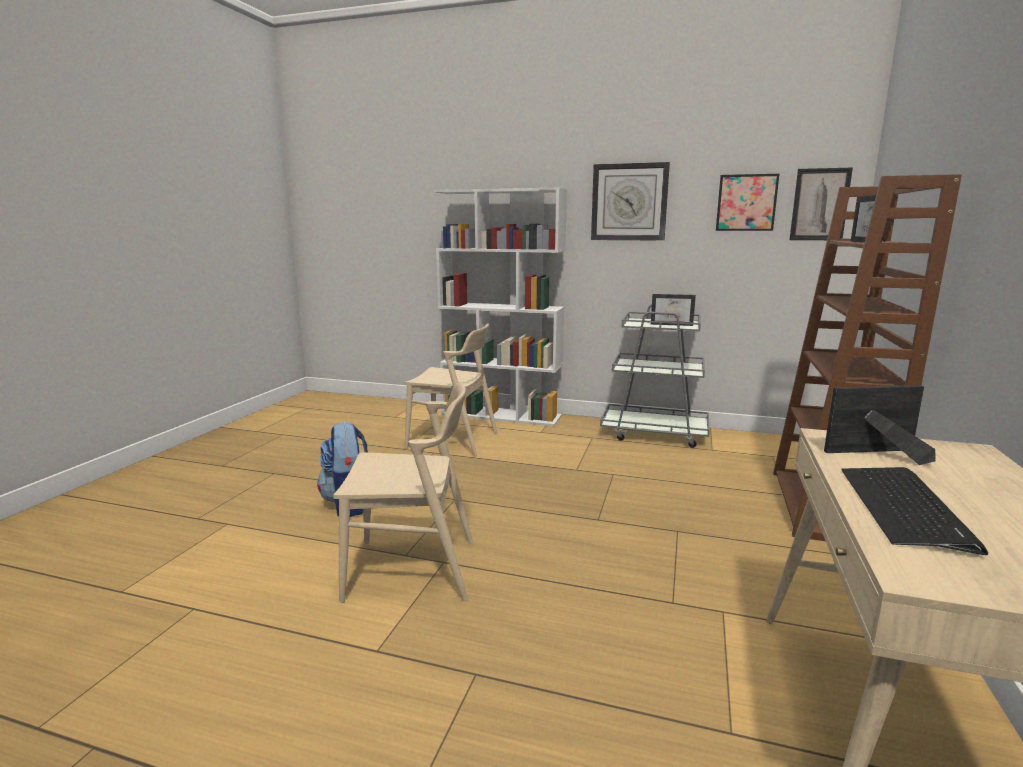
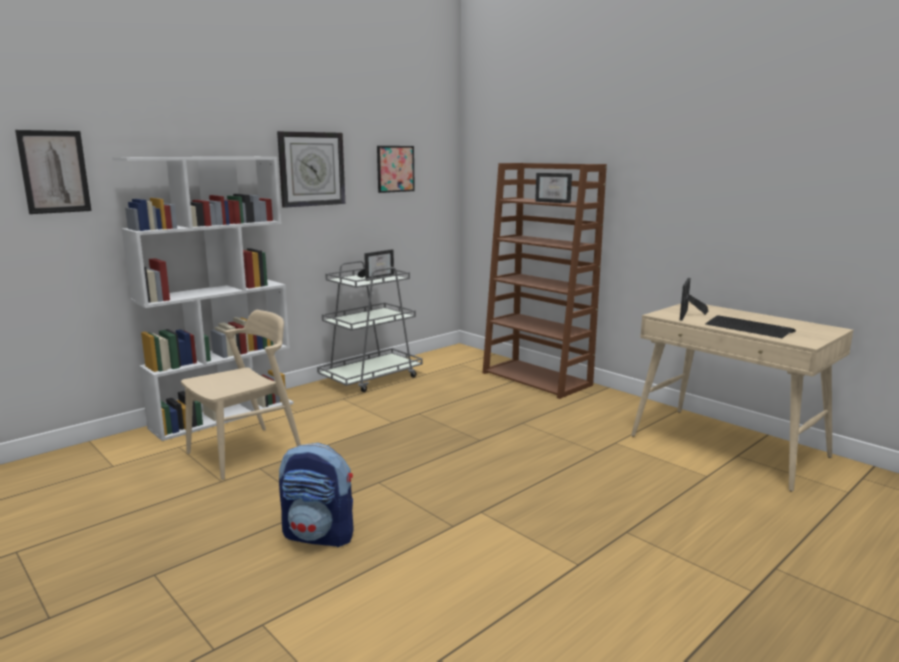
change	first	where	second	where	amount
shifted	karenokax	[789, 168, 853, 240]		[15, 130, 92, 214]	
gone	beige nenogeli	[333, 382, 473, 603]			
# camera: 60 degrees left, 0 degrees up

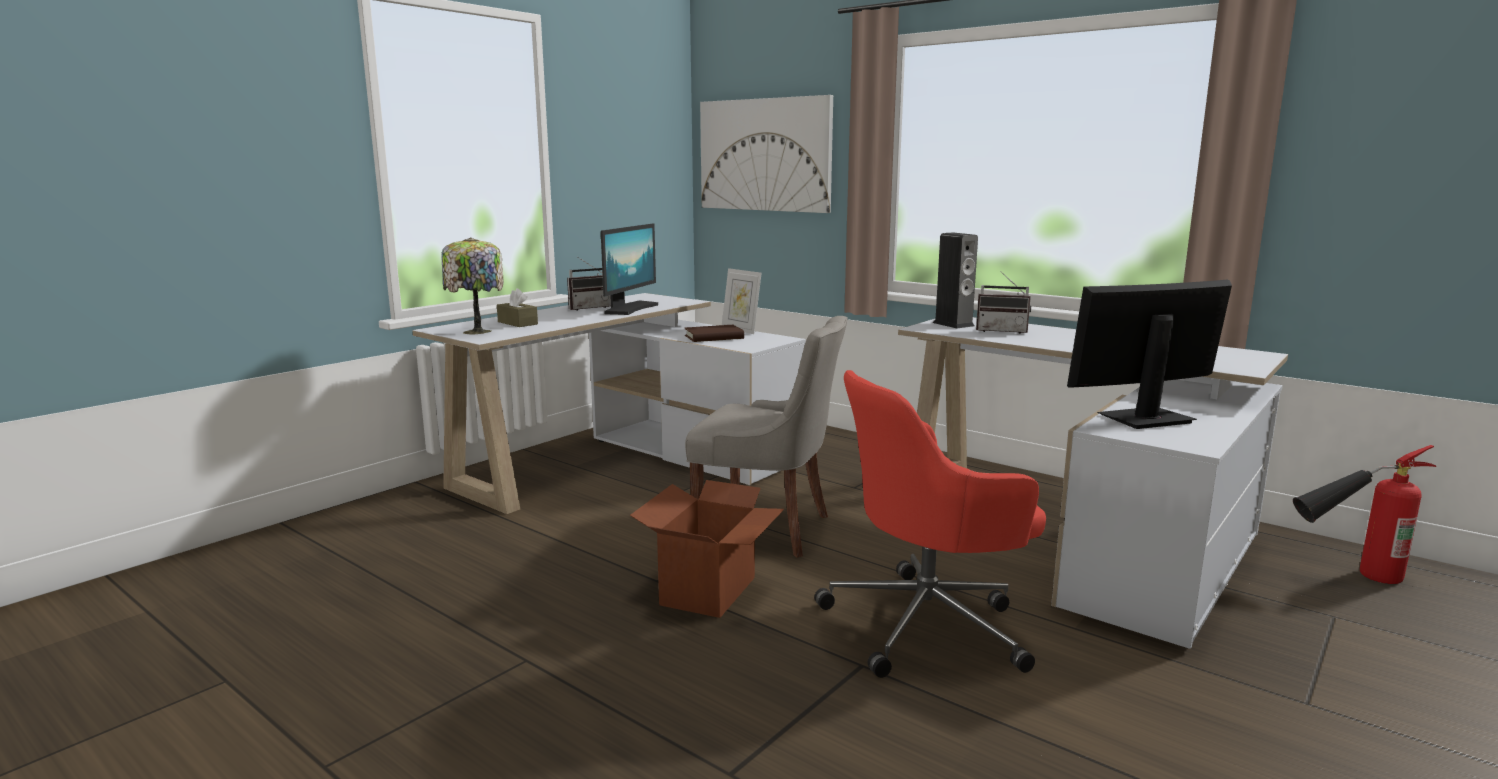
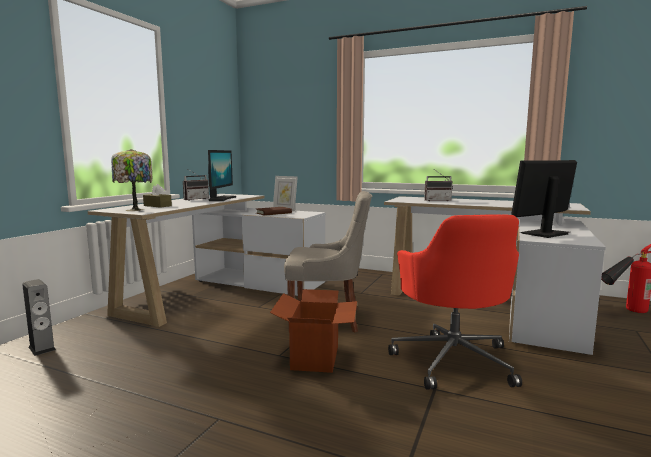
change	first	where	second	where	amount
shifted	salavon	[933, 233, 978, 328]		[22, 279, 56, 356]	
rotated	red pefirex	[814, 370, 1046, 678]		[388, 215, 522, 390]	60 degrees counterclockwise
gone	karenokax	[700, 95, 833, 213]			
# camera: 15 degrees left, 5 degrees down

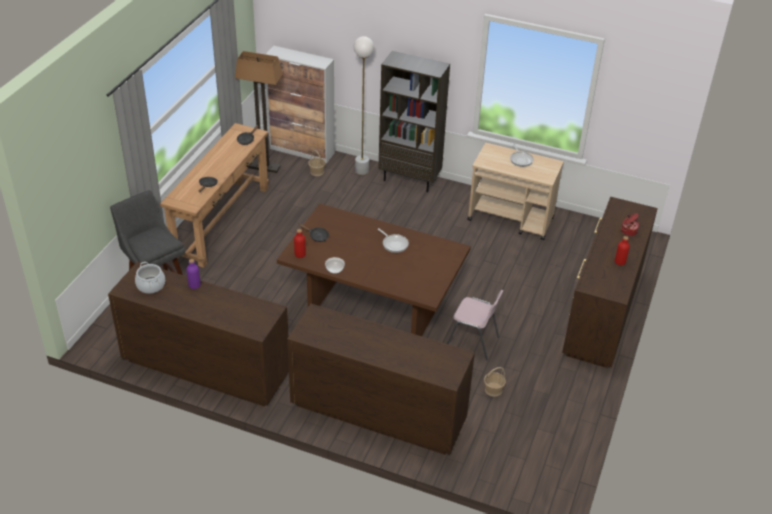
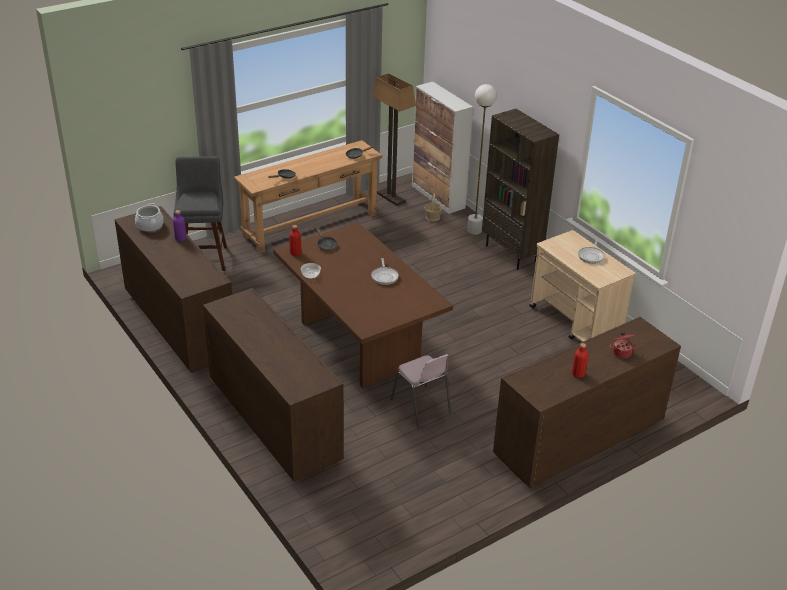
change	first	where	second	where	amount
gone	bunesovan	[484, 367, 506, 397]			
# camera: 35 degrees right, 5 degrees down

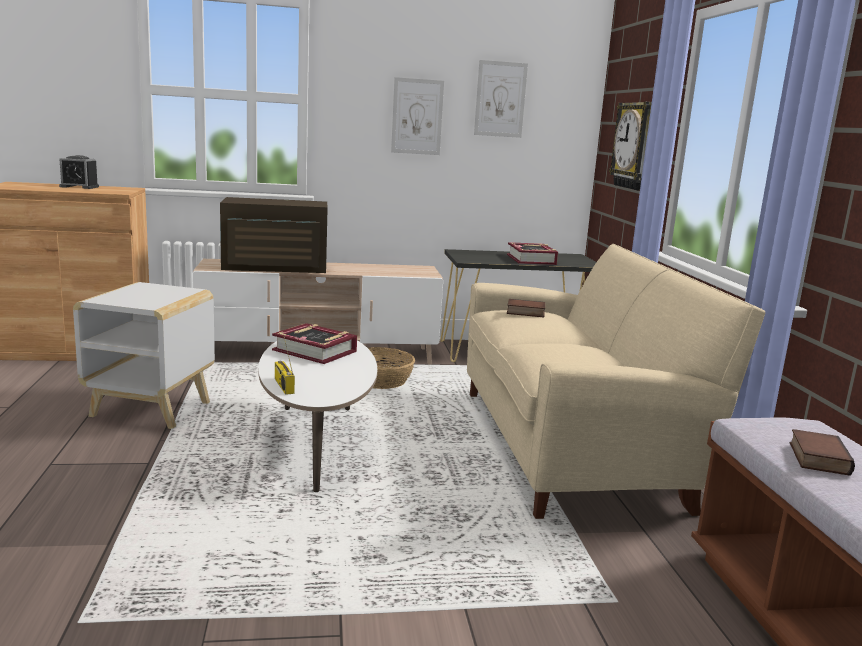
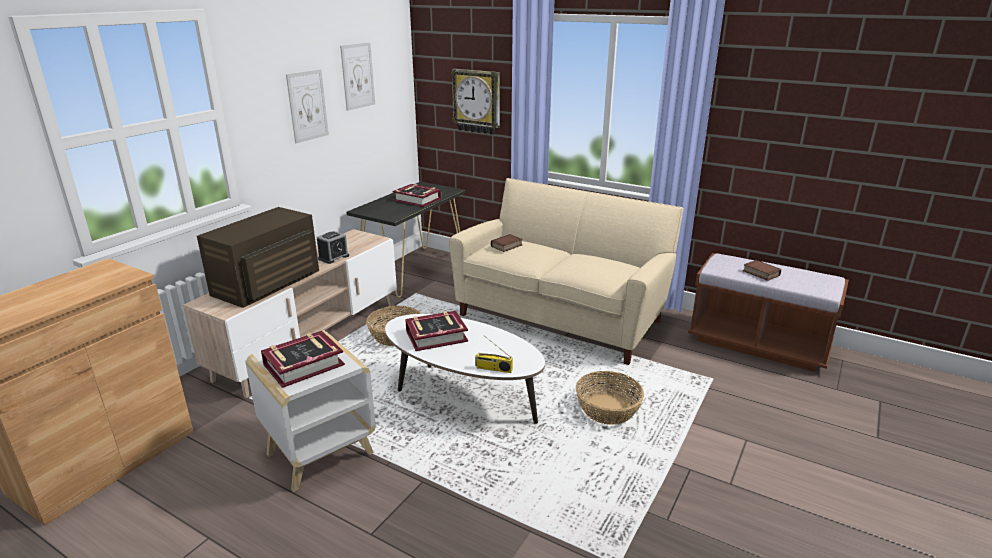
change	first	where	second	where	amount
new			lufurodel	[261, 331, 345, 388]	
shifted	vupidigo	[59, 155, 99, 189]		[317, 231, 349, 264]	
new			bunesovan	[576, 371, 644, 425]	
# camera: 50 degrees left, 10 degrees up

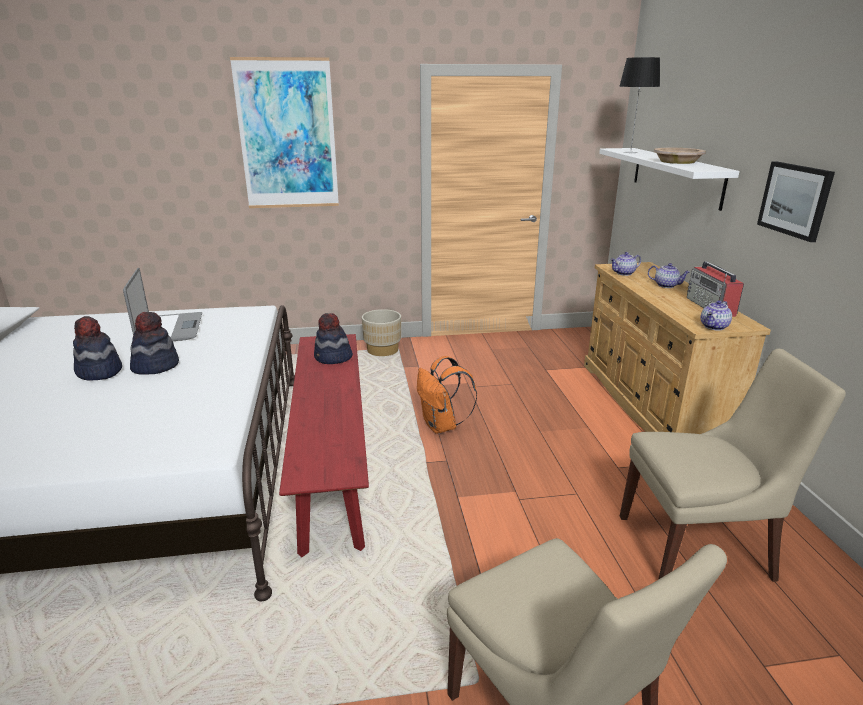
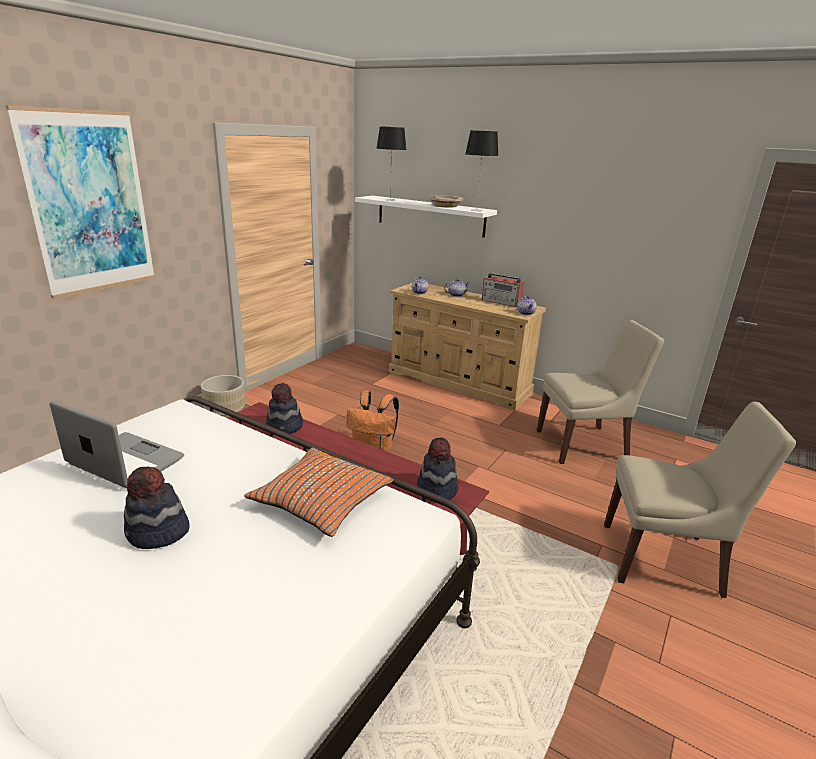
change	first	where	second	where	amount
new			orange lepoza	[244, 448, 393, 537]	
shifted	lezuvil	[130, 312, 179, 375]		[417, 438, 458, 501]	
new			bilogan	[465, 130, 498, 211]	
rotated	beige nenogeli	[620, 349, 846, 582]		[536, 320, 664, 464]	45 degrees clockwise
gone	karenokax	[757, 161, 835, 242]			
# camera: 50 degrees left, 0 degrees up

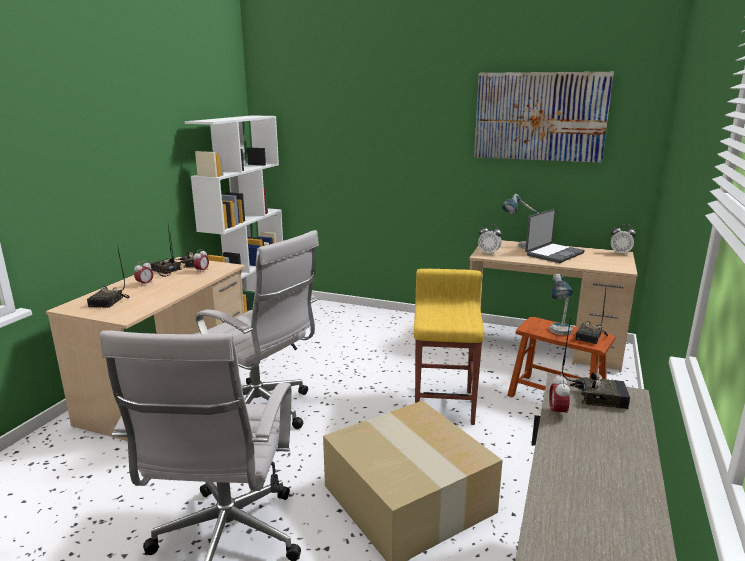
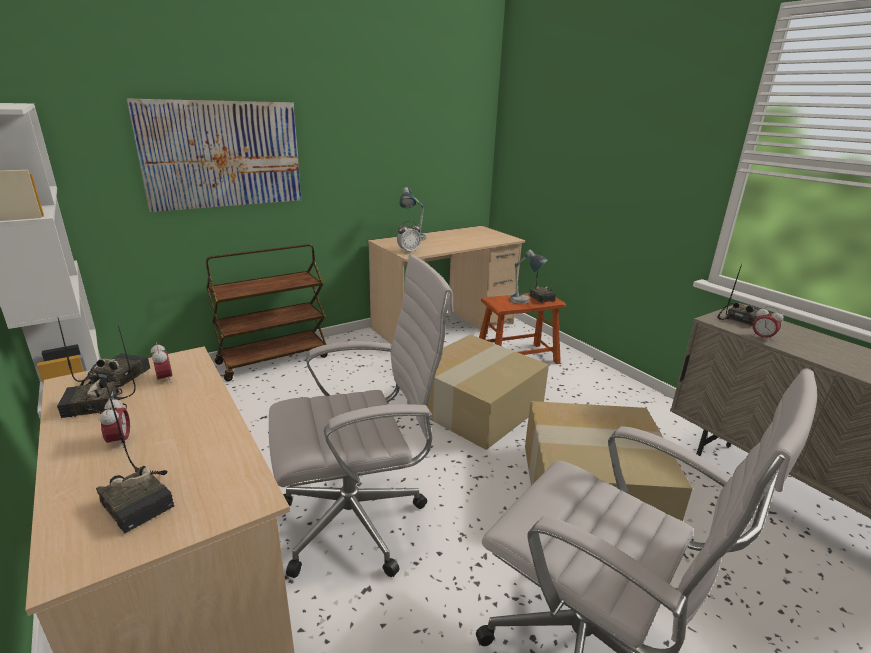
change	first	where	second	where	amount
shifted	karenokax	[474, 72, 614, 163]		[127, 99, 301, 212]	
new			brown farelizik	[206, 244, 328, 381]	
swapped	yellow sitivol	[414, 269, 484, 425]	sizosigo	[407, 334, 549, 450]	
gone	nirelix	[525, 209, 585, 263]			
gone	vupidigo	[611, 224, 636, 255]			
# camera: 55 degrees left, 5 degrees up

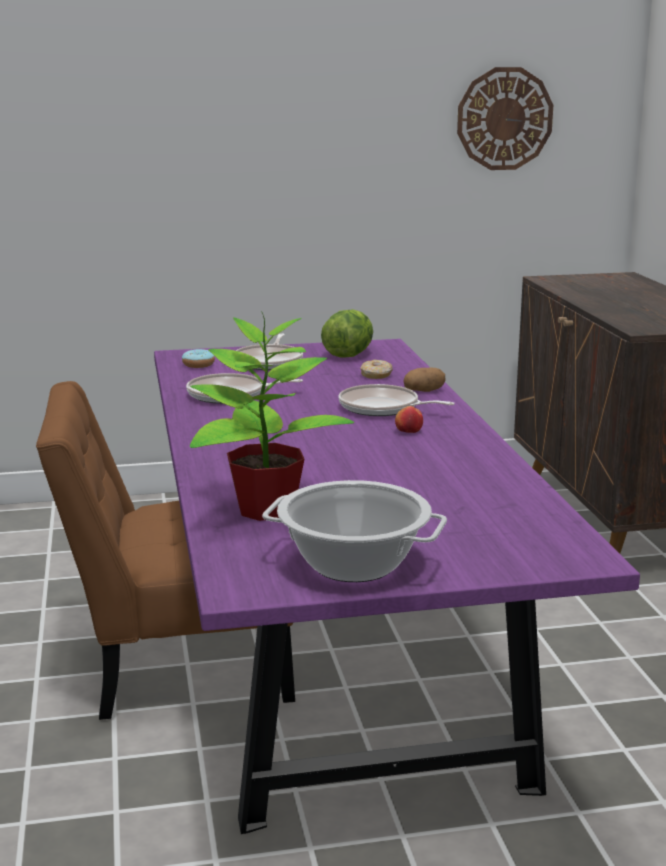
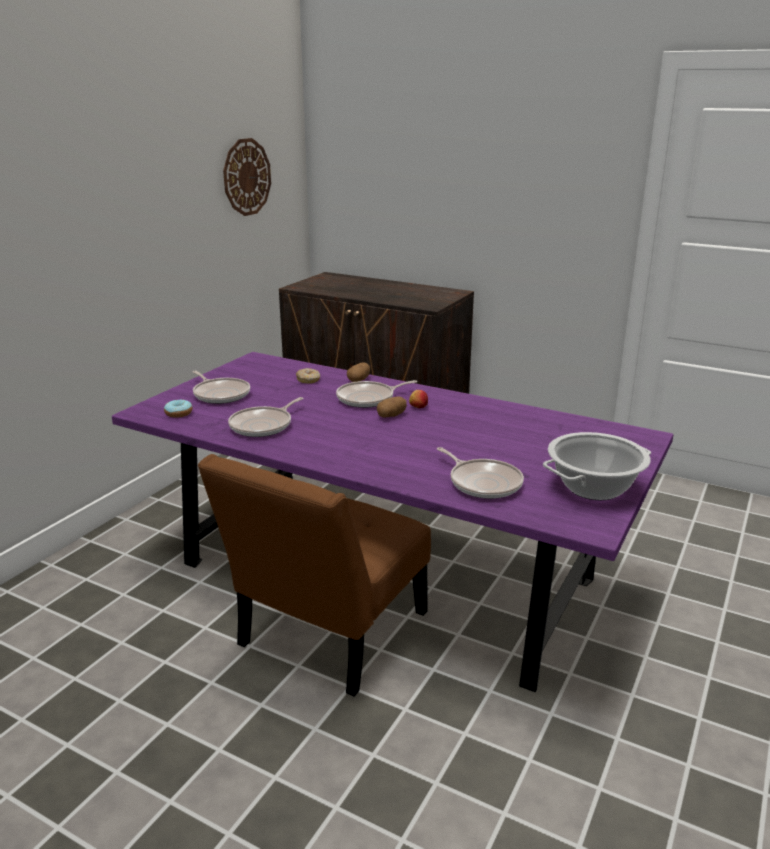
change	first	where	second	where	amount
new			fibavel	[377, 396, 407, 417]	
swapped	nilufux	[190, 311, 354, 521]	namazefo	[437, 447, 524, 499]	
gone	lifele	[321, 309, 373, 358]			
# camera: 50 degrees left, 5 degrees up

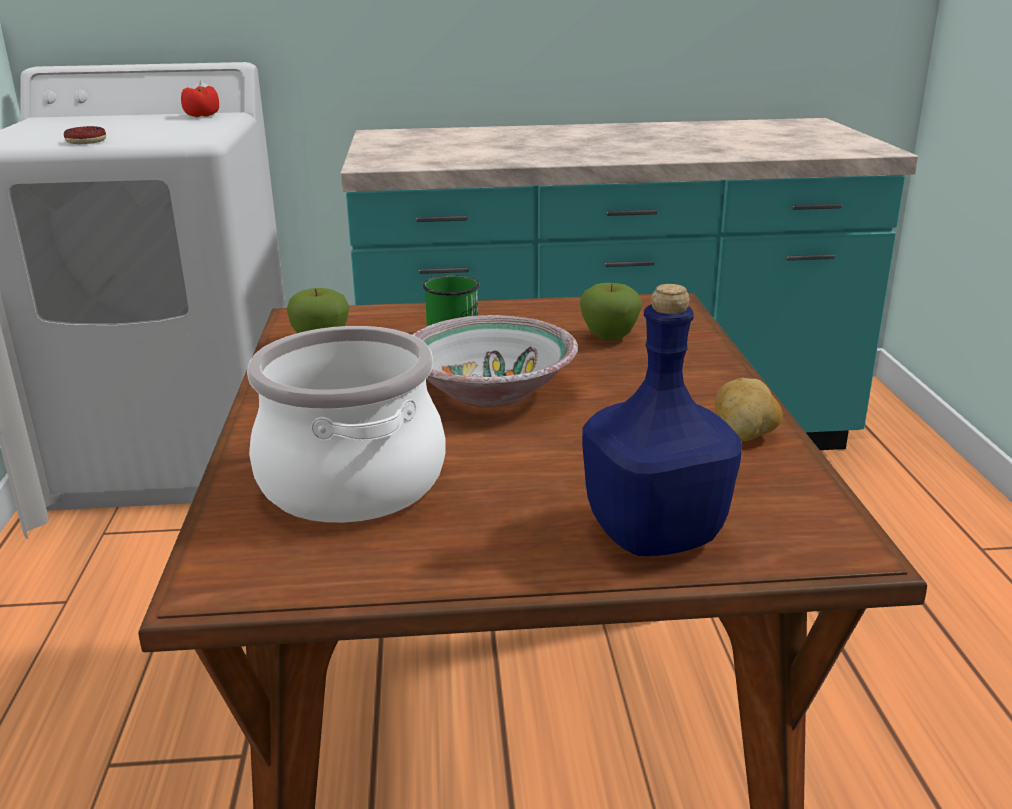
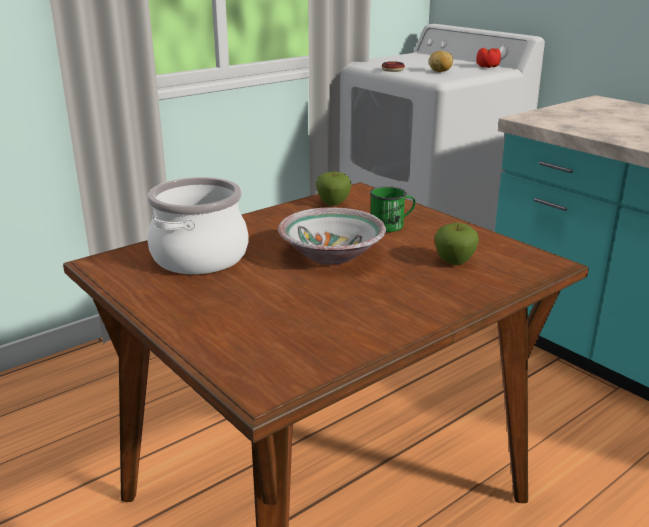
change	first	where	second	where	amount
shifted	fibavel	[715, 378, 783, 441]		[429, 51, 453, 72]	
gone	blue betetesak	[582, 284, 742, 556]			
# camera: 55 degrees right, 0 degrees up

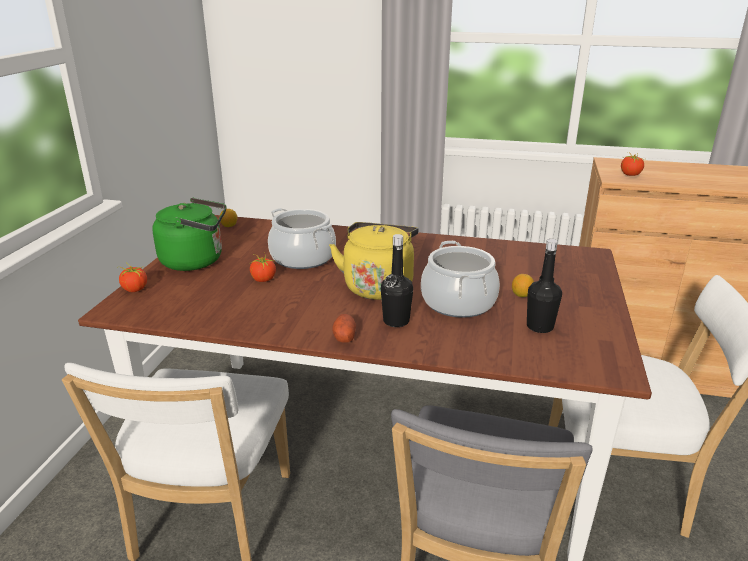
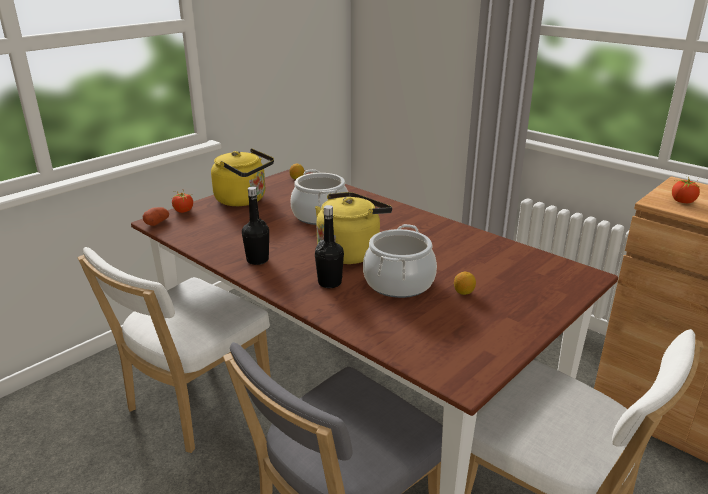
change	first	where	second	where	amount
shifted	fibavel	[332, 314, 356, 343]		[143, 207, 169, 226]	
repainted	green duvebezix	[152, 198, 226, 271]	yellow duvebezix	[211, 148, 274, 206]	
shifted	black betetesak	[527, 239, 562, 333]		[242, 187, 269, 265]	
gone	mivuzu	[250, 252, 276, 282]			
# camera: 30 degrees right, 0 degrees up

